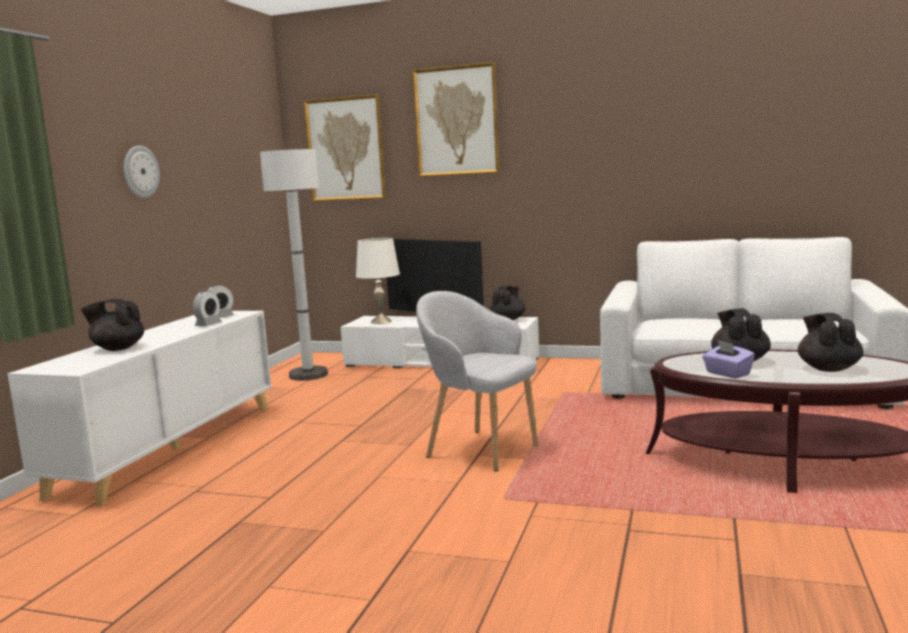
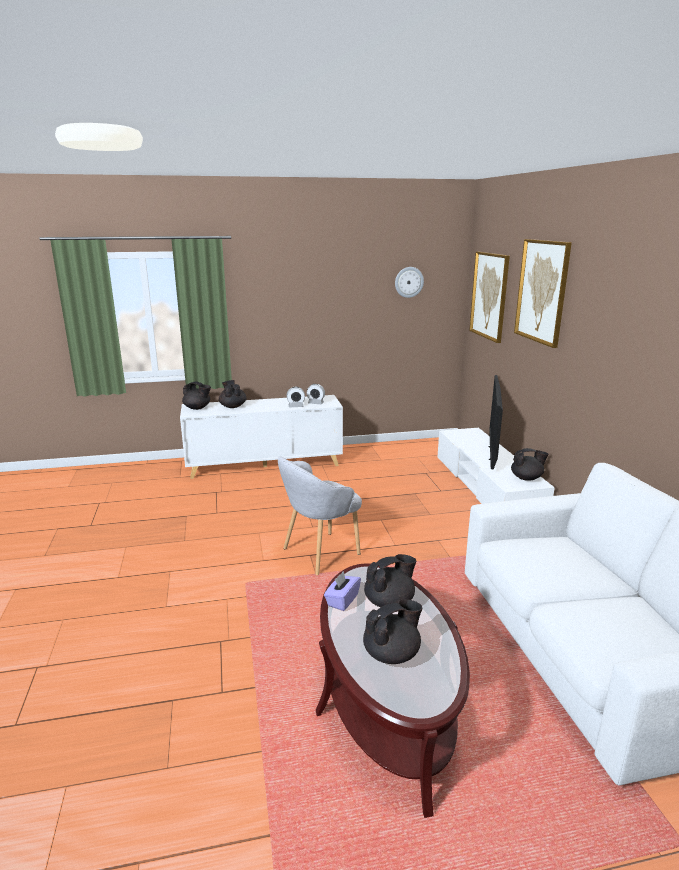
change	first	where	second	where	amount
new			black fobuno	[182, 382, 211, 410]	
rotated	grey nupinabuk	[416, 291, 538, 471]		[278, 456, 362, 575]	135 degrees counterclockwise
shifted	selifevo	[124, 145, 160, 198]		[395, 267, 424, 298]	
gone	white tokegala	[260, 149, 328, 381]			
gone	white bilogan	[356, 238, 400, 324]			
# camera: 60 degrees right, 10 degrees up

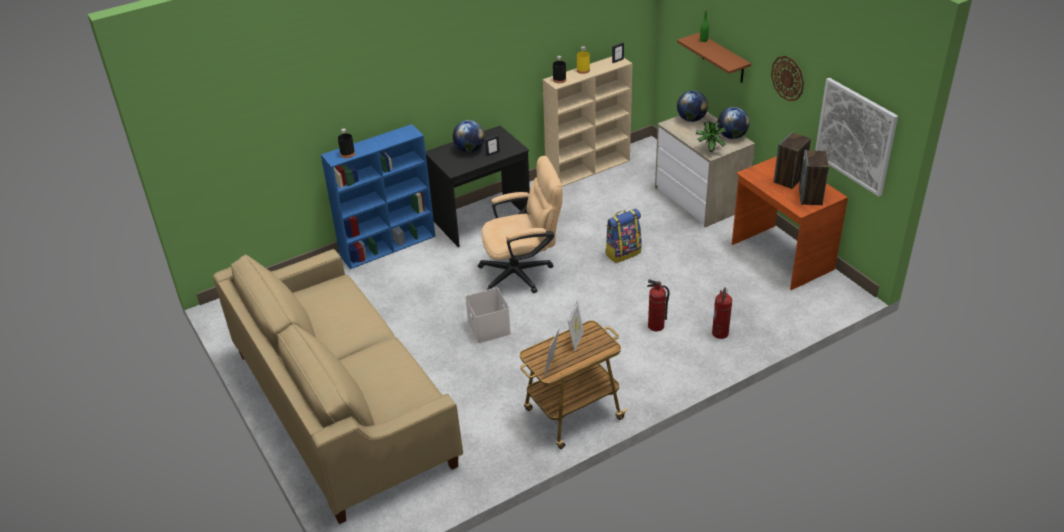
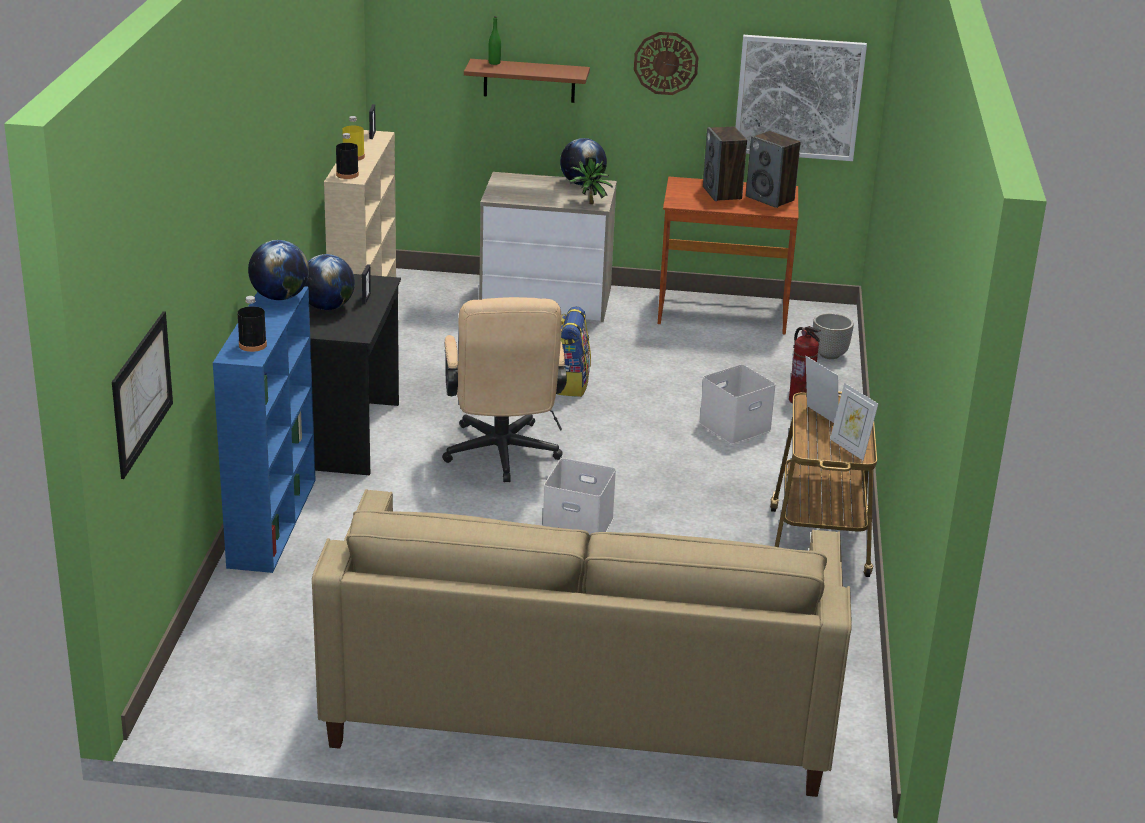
change	first	where	second	where	amount
new			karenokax	[112, 311, 173, 479]	
shifted	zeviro	[677, 90, 708, 122]		[248, 240, 309, 300]	
rotated	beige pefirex	[478, 156, 563, 293]		[442, 297, 567, 482]	150 degrees clockwise
swapped	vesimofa	[647, 279, 670, 331]	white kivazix	[699, 364, 776, 444]	
new			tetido	[813, 313, 854, 359]	
# camera: 55 degrees left, 10 degrees down

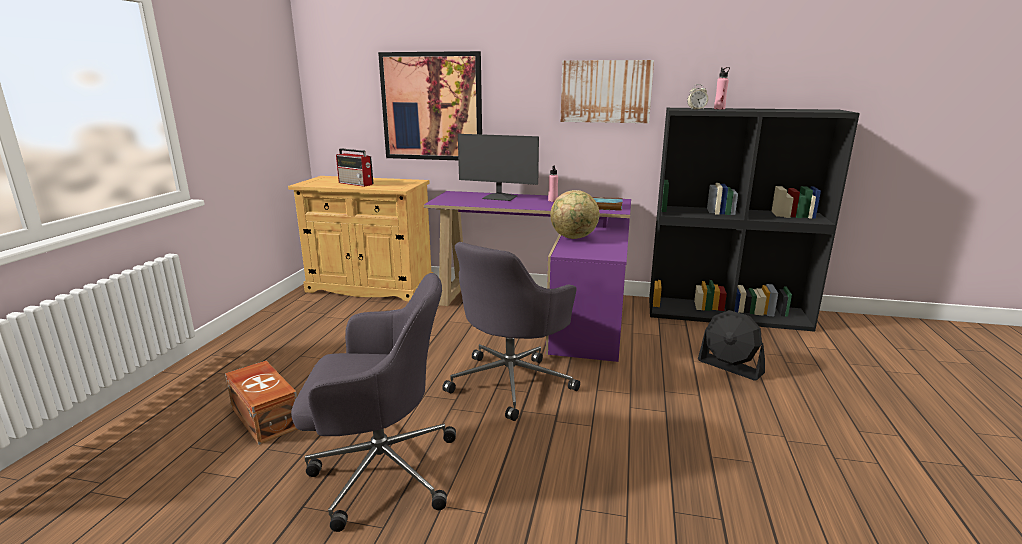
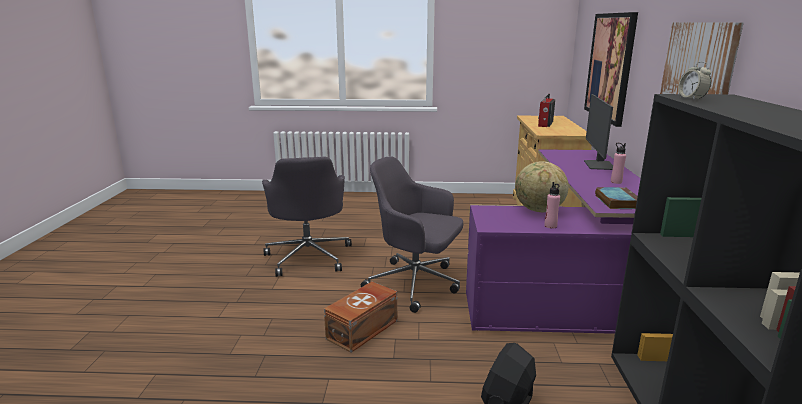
change	first	where	second	where	amount
shifted	brown kivazix	[225, 361, 297, 445]		[324, 282, 397, 353]	
shifted	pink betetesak	[714, 67, 730, 109]		[545, 182, 560, 229]	
# camera: 80 degrees right, 0 degrees up

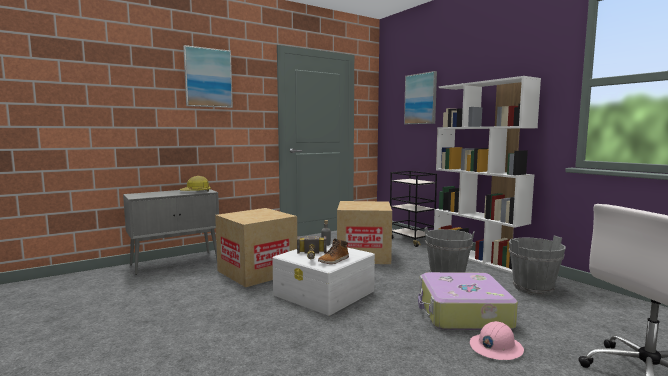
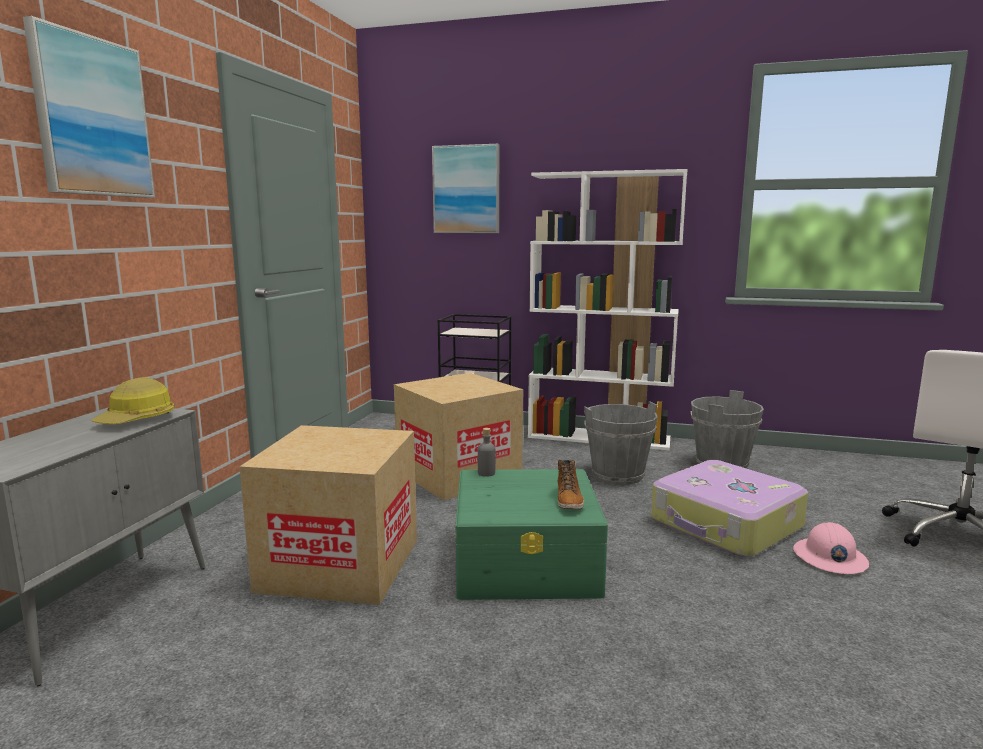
change	first	where	second	where	amount
repainted	white kivazix	[272, 244, 375, 316]	green kivazix	[456, 469, 608, 600]	
gone	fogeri	[297, 236, 326, 259]			
# camera: 40 degrees left, 5 degrees up

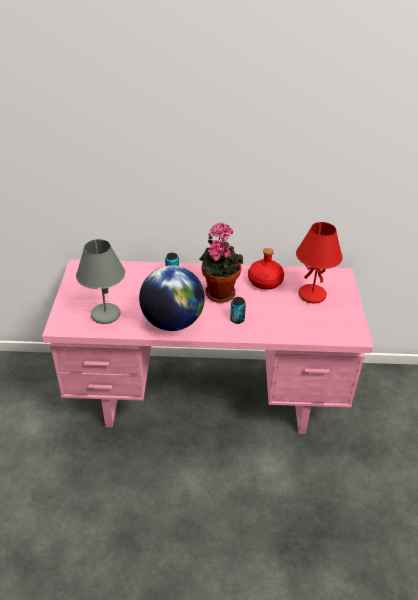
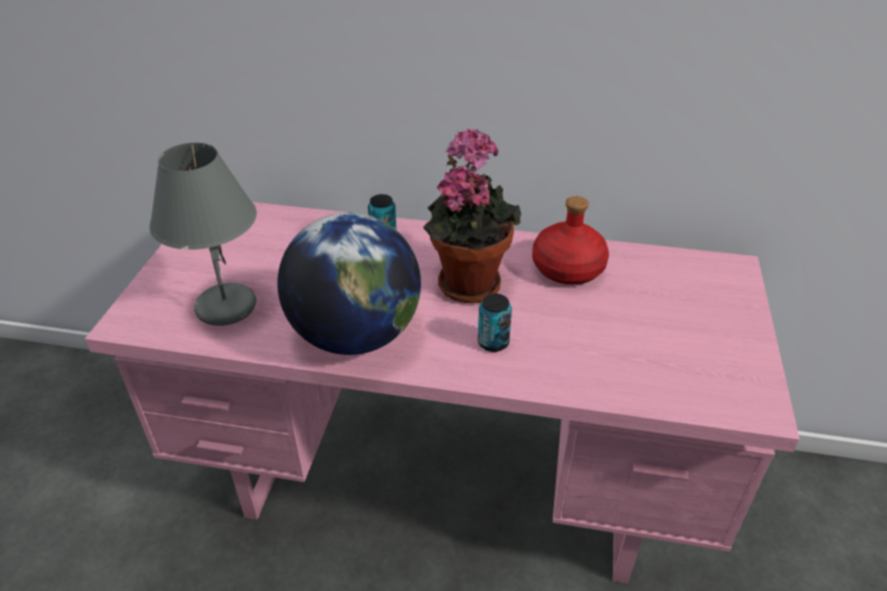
change	first	where	second	where	amount
gone	red bilogan	[296, 222, 343, 304]			
# camera: 10 degrees right, 0 degrees up

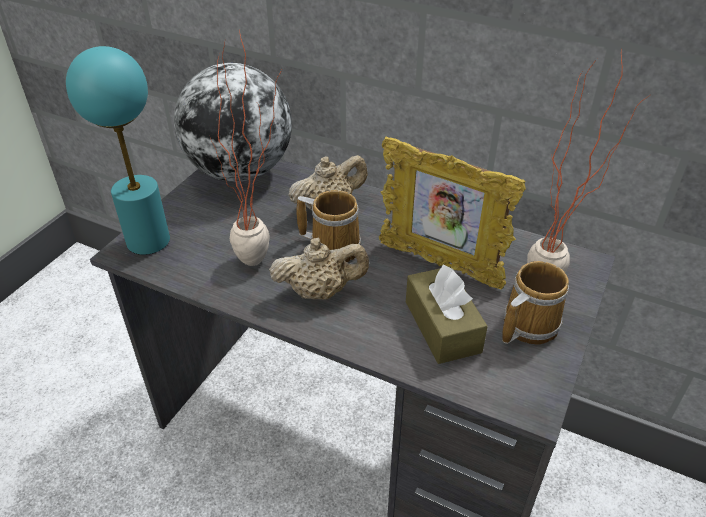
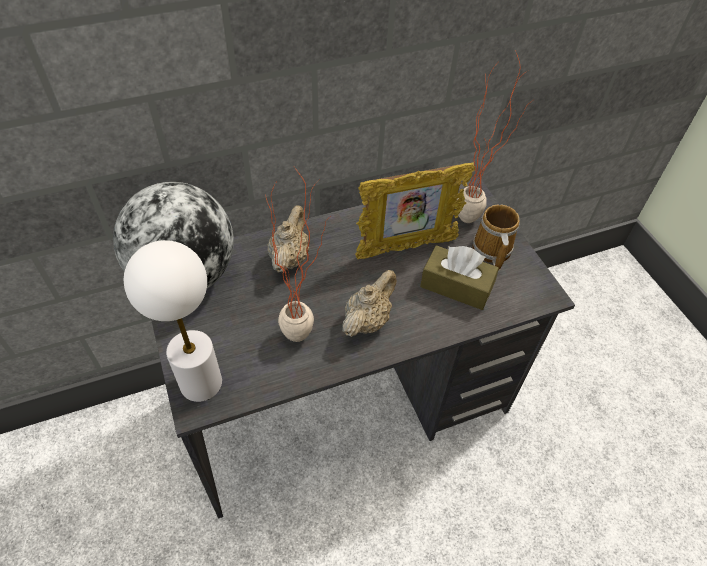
change	first	where	second	where	amount
repainted	turquoise bilogan	[66, 46, 170, 255]	white bilogan	[124, 240, 222, 402]	
gone	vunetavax	[296, 190, 361, 262]			
# camera: 50 degrees left, 10 degrees up

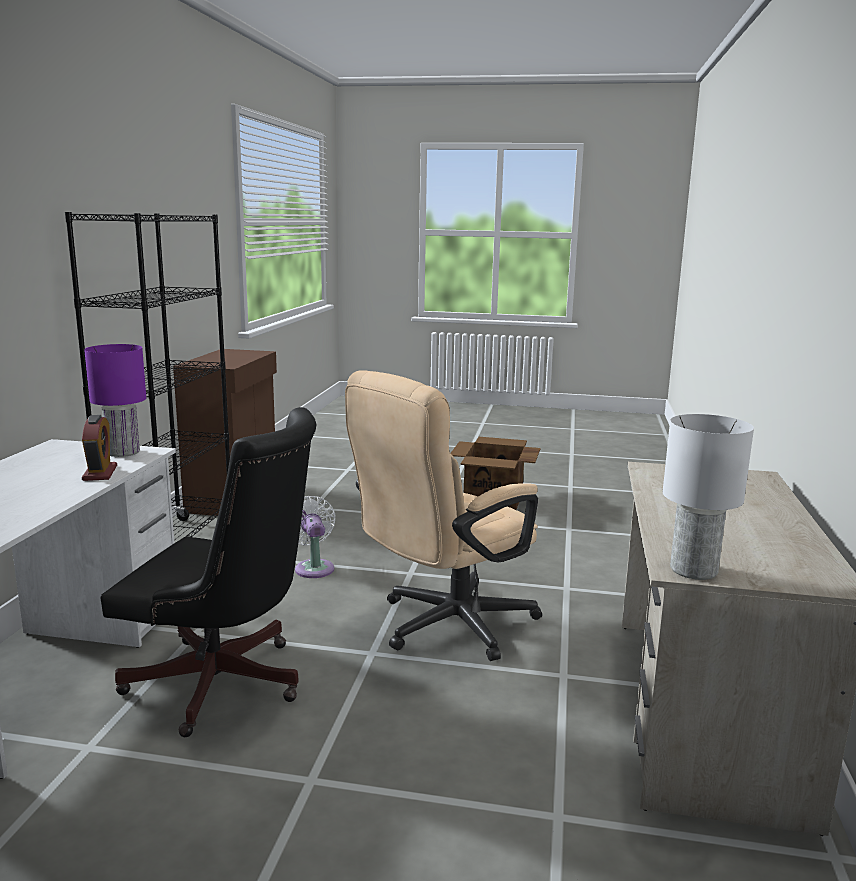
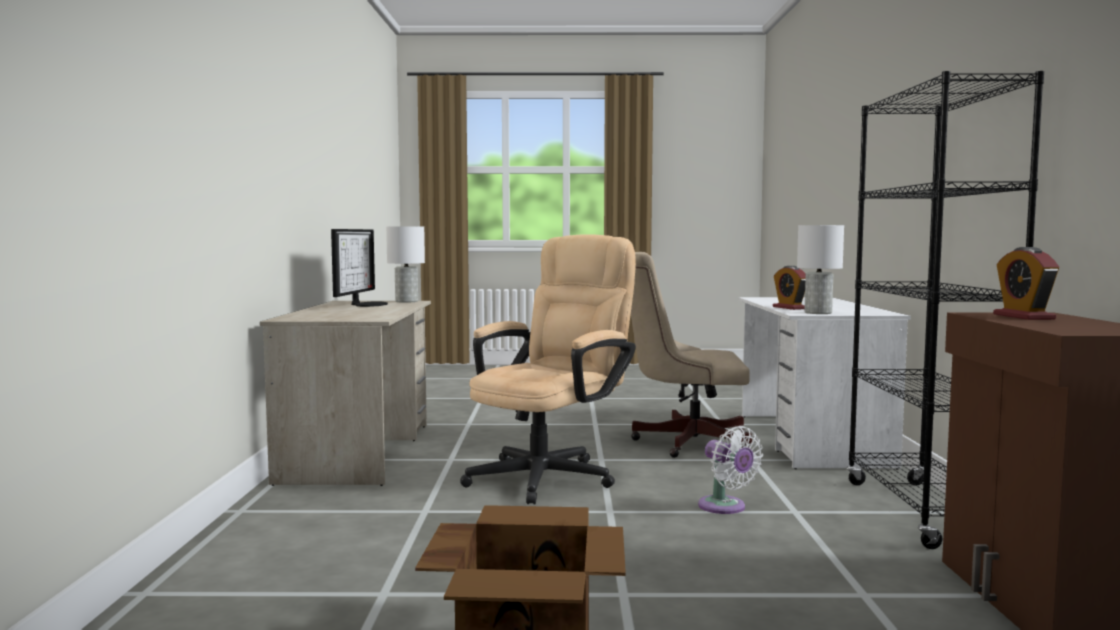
change	first	where	second	where	amount
new			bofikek	[331, 229, 388, 307]	
repainted	black pefirex	[101, 407, 316, 737]	beige pefirex	[631, 252, 752, 458]	
repainted	purple bilogan	[84, 344, 146, 457]	white bilogan	[797, 225, 844, 314]	
new			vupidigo	[993, 247, 1059, 320]	
# camera: 170 degrees right, 10 degrees down

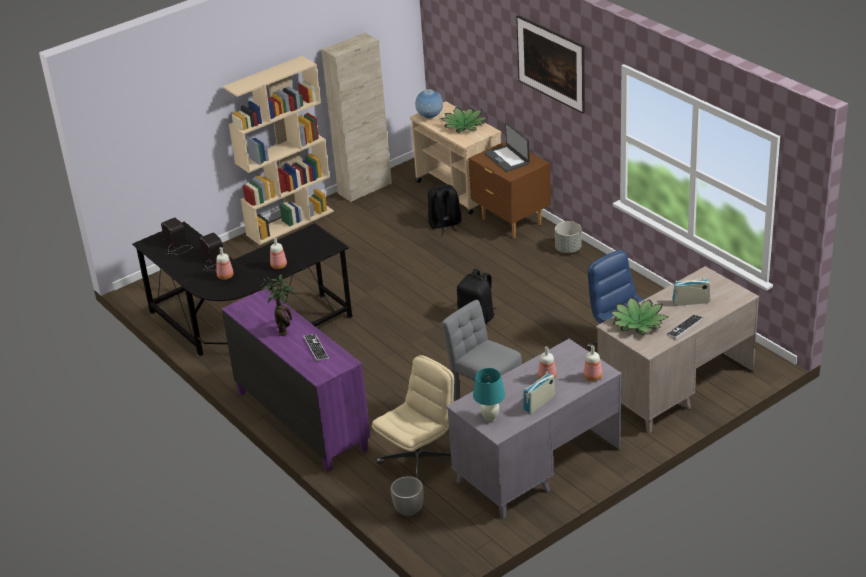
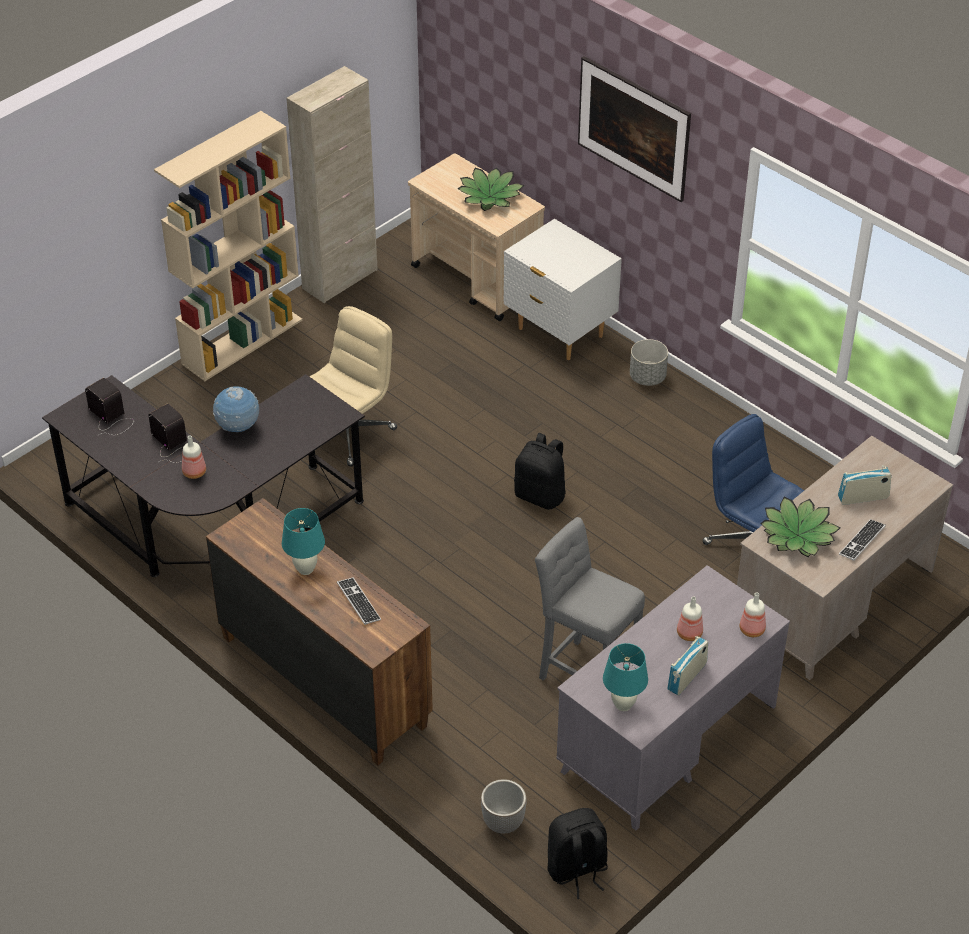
change	first	where	second	where	amount
repainted	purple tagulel	[221, 288, 370, 472]	brown tagulel	[206, 498, 433, 765]	
shifted	zeviro	[415, 89, 443, 119]		[213, 386, 259, 432]	
swapped	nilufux	[259, 274, 295, 336]	turquoise bilogan	[282, 508, 325, 575]	
shifted	beige pefirex	[372, 355, 454, 479]		[310, 306, 397, 467]	
repainted	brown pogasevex	[468, 141, 551, 238]	white pogasevex	[503, 219, 622, 360]	
shifted	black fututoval	[428, 184, 462, 234]		[547, 808, 608, 899]	
gone	betetesak	[270, 237, 287, 269]			
gone	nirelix	[484, 123, 530, 172]			
# camera: 10 degrees left, 10 degrees up

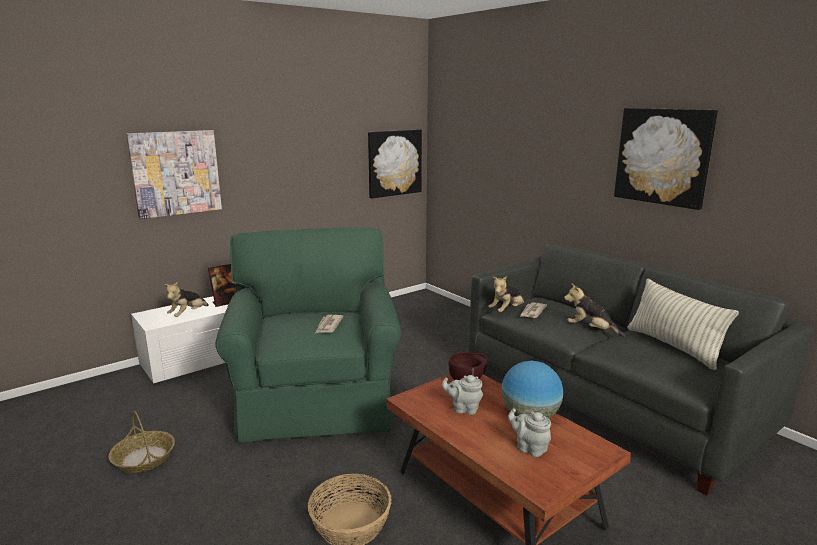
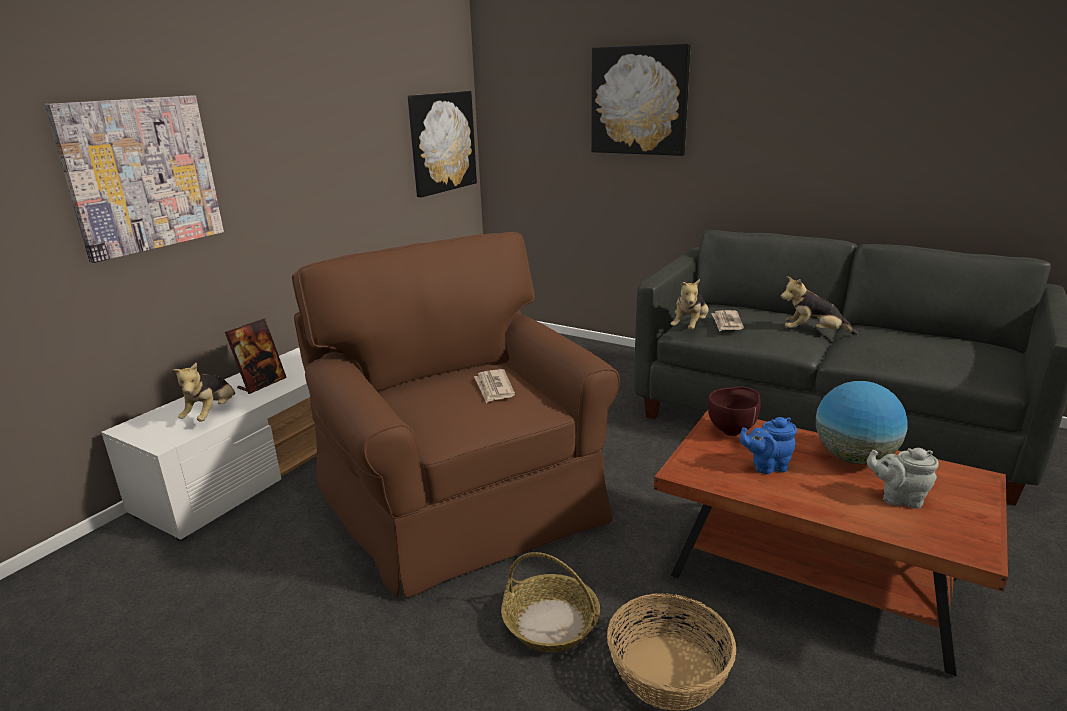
change	first	where	second	where	amount
repainted	green nupinabuk	[215, 227, 401, 443]	brown nupinabuk	[292, 232, 620, 598]	
shifted	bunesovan	[108, 411, 175, 473]		[501, 552, 600, 652]	
shifted	karenokax	[614, 108, 718, 210]		[591, 44, 691, 156]	
repainted	grey fobuno	[442, 375, 483, 415]	blue fobuno	[740, 417, 797, 474]	
gone	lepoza	[627, 278, 739, 370]			
# camera: 20 degrees left, 5 degrees up

